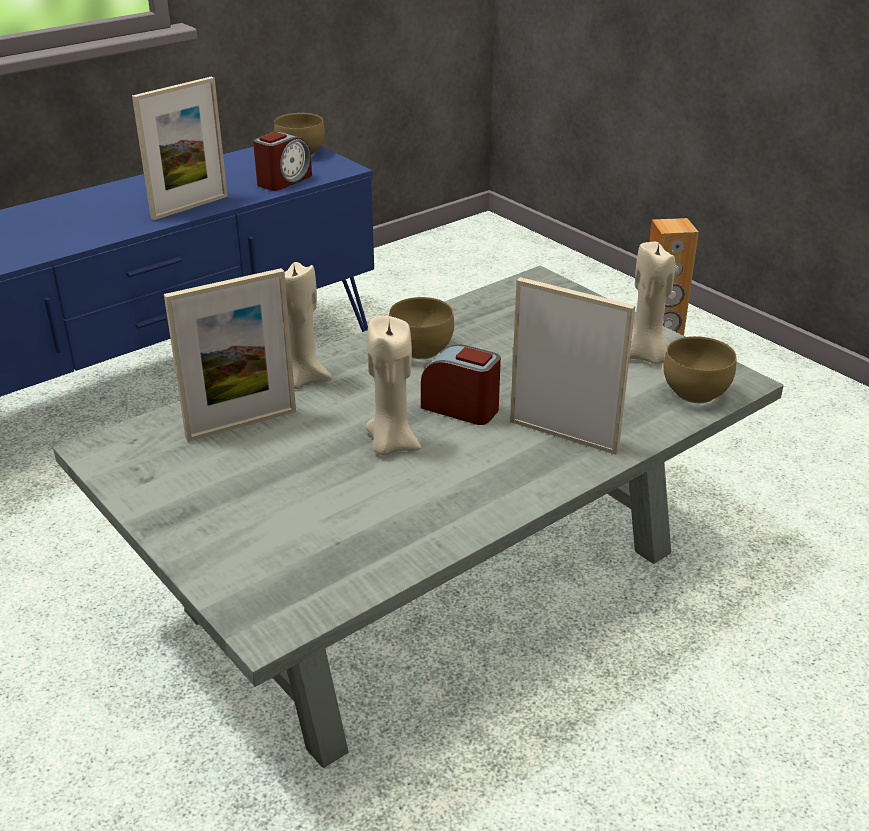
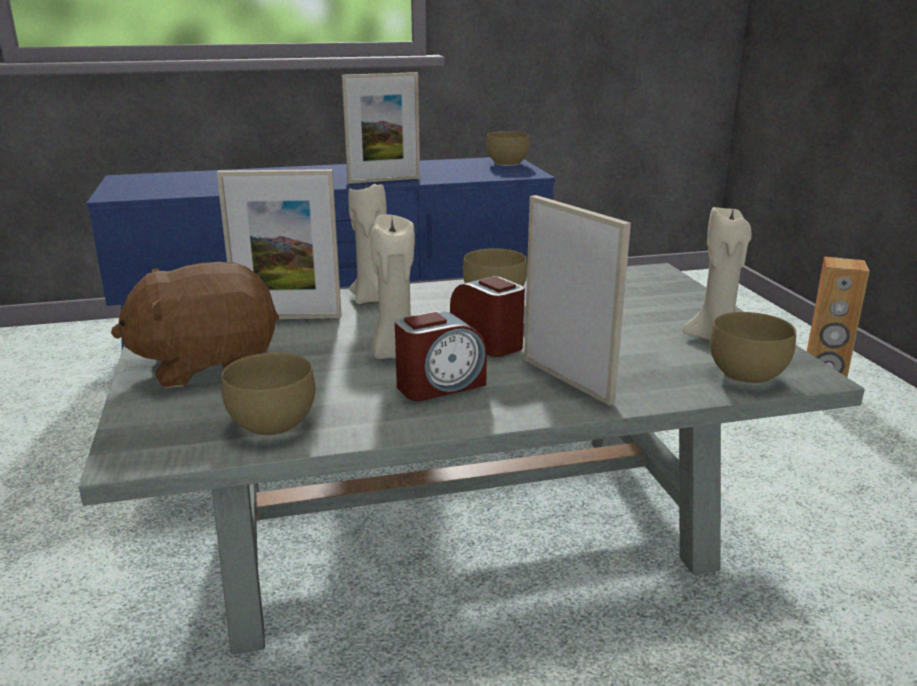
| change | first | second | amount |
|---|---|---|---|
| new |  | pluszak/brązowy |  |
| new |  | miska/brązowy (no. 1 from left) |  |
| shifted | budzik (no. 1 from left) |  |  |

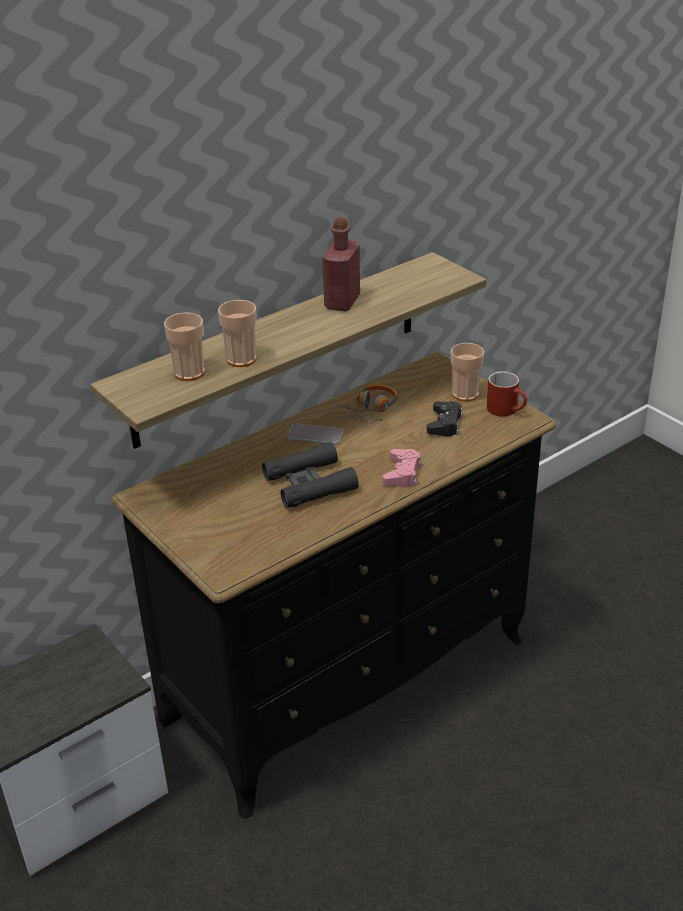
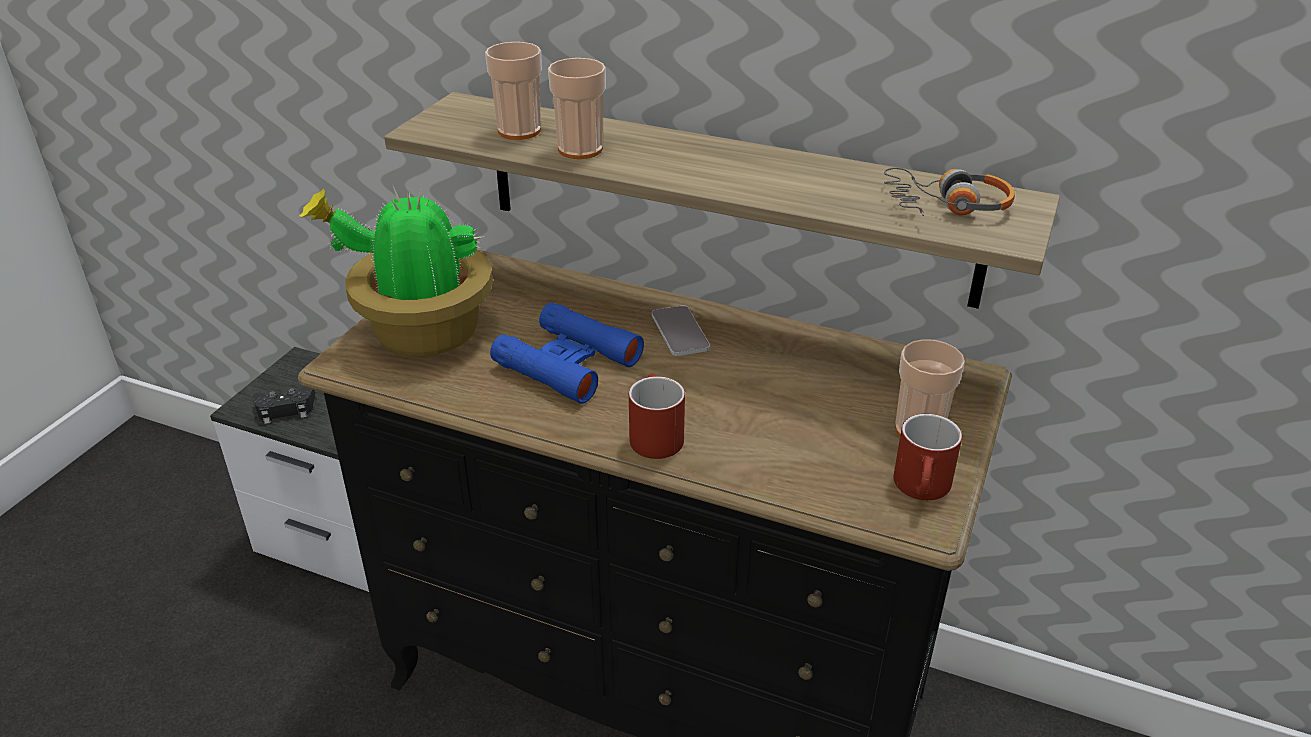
| change | first | second | amount |
|---|---|---|---|
| gone | butelka/czerwony |  |  |
| new |  | roślina doniczkowa |  |
| shifted | słuchawki |  |  |
| shifted | pad do gier/czarny |  |  |
| swapped | pad do gier/różowy | kubek/czerwony (no. 1 from left) |  |
| repainted | lornetka/czarny | lornetka/niebieski |  |

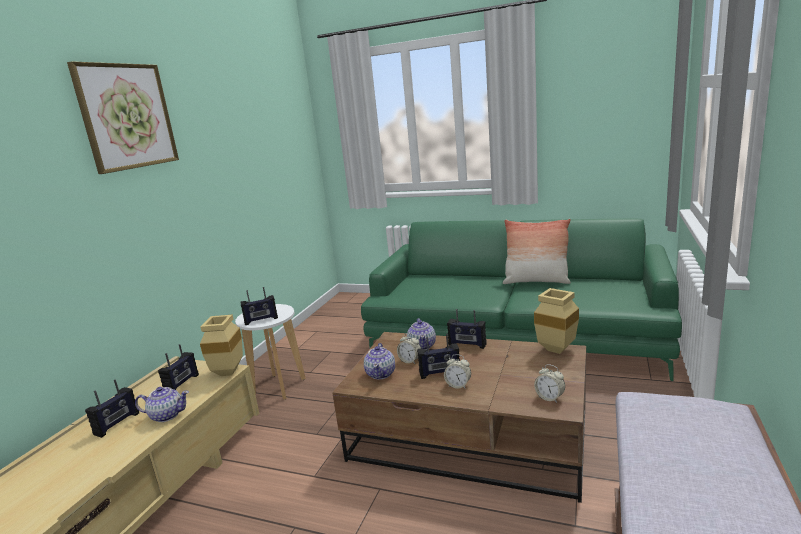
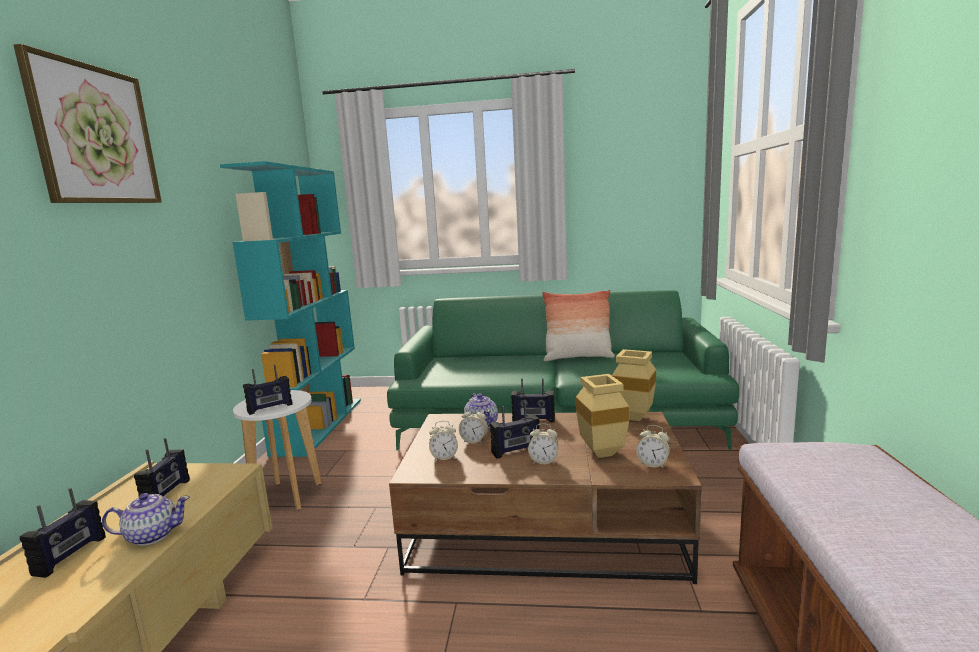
| change | first | second | amount |
|---|---|---|---|
| new |  | regał/turkusowy |  |
| shifted | wazon/beżowy (no. 1 from left) |  |  |
| swapped | imbryk (no. 2 from left) | budzik (no. 1 from left) |  |

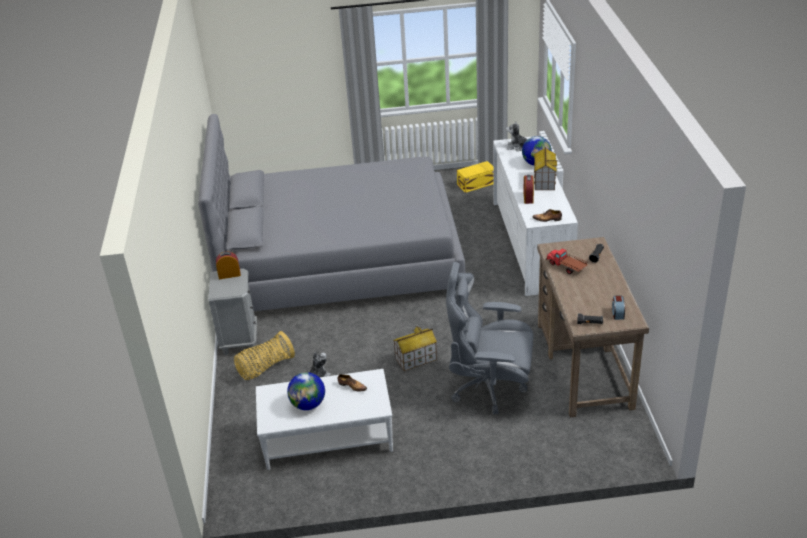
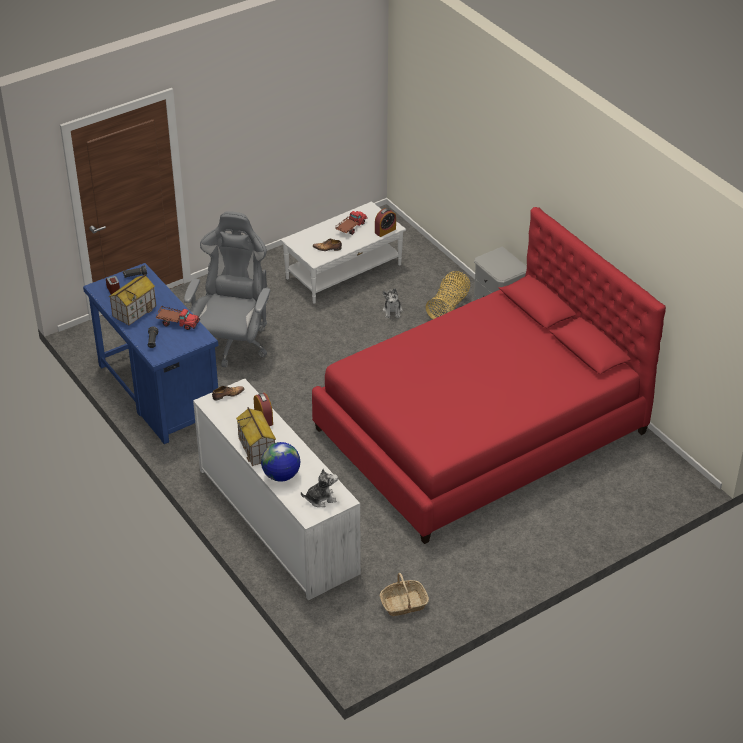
| change | first | second | amount |
|---|---|---|---|
| shifted | budzik (no. 1 from left in the first image) | budzik (no. 3 from left) |  |
| shifted | domek (no. 1 from left) |  |  |
| swapped | globus (no. 1 from left) | ciężarówka zabawkowa (no. 2 from left) |  |
| swapped | pojemnik do przechowywania/żółty | koszyk (no. 1 from left) |  |
| repainted | łóżko/szary | łóżko/czerwony |  |
| repainted | biurko/brązowy | biurko/niebieski |  |
| rotated | krzesło biurowe/szary |  | 60 degrees counterclockwise |

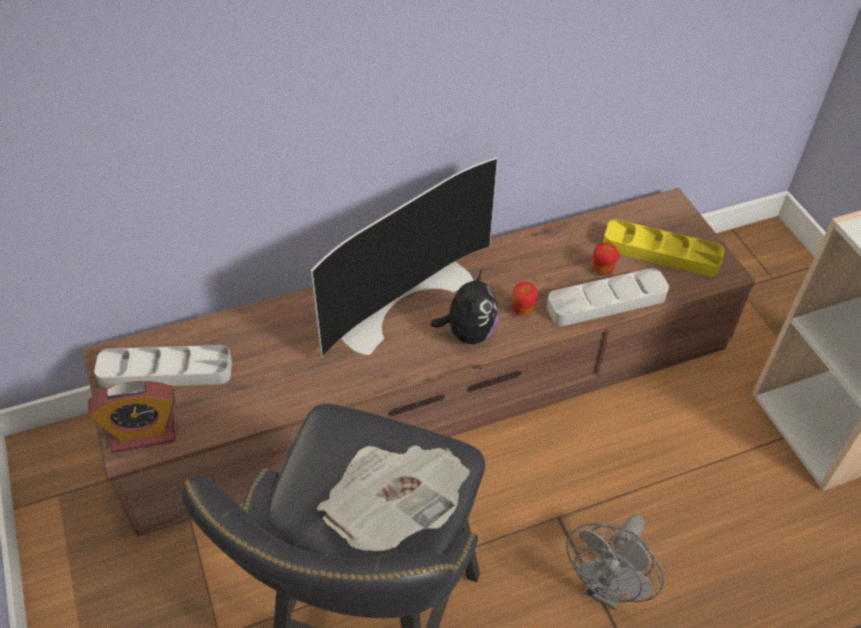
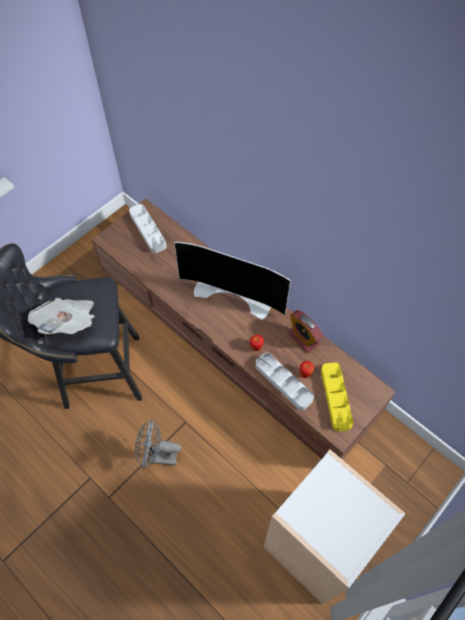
| change | first | second | amount |
|---|---|---|---|
| gone | pluszak |  |  |
| shifted | budzik |  |  |

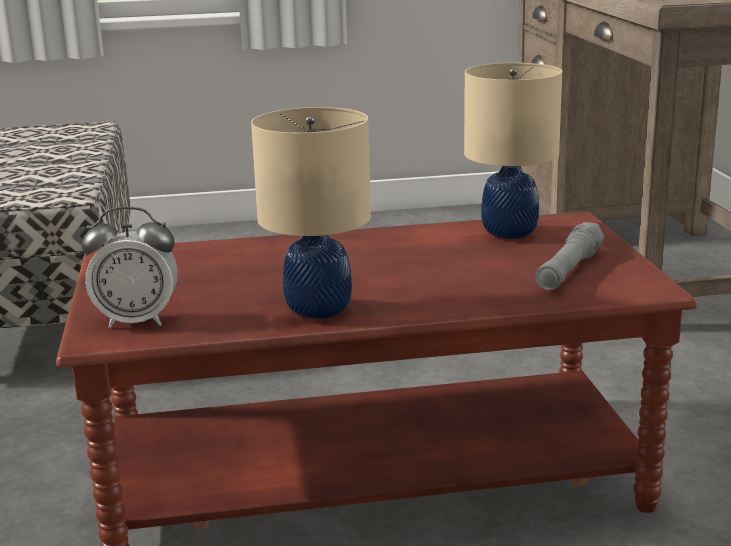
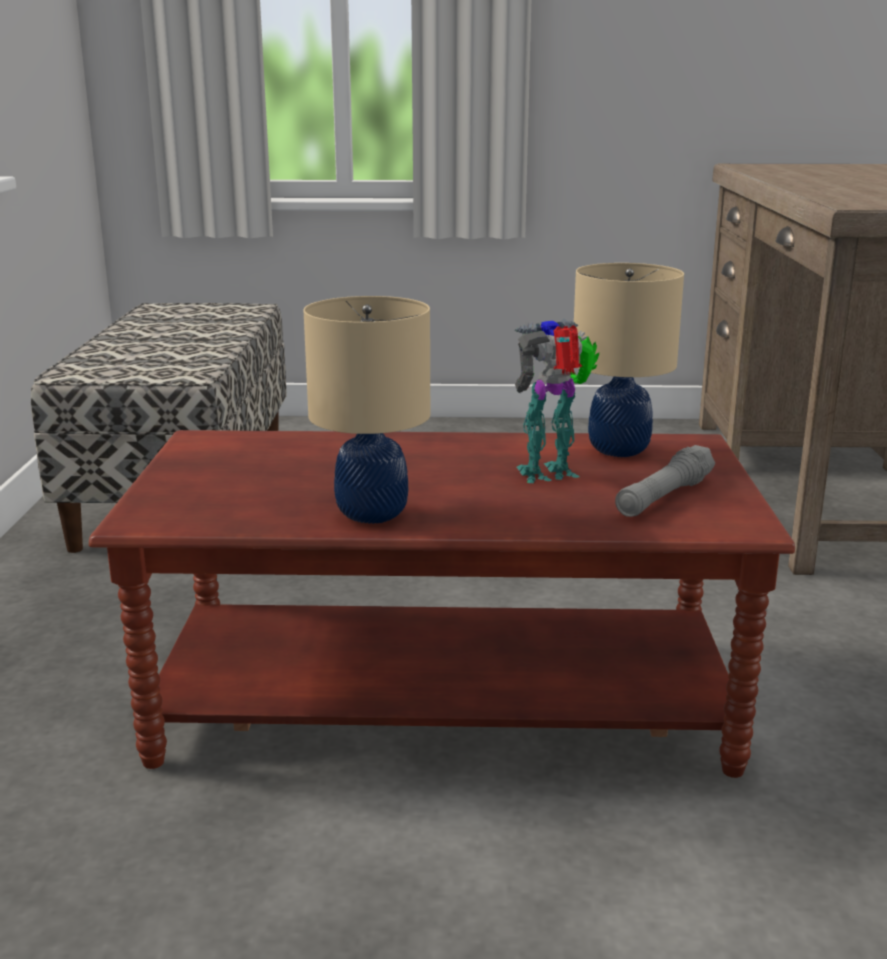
| change | first | second | amount |
|---|---|---|---|
| gone | budzik |  |  |
| new |  | robot zabawkowy |  |

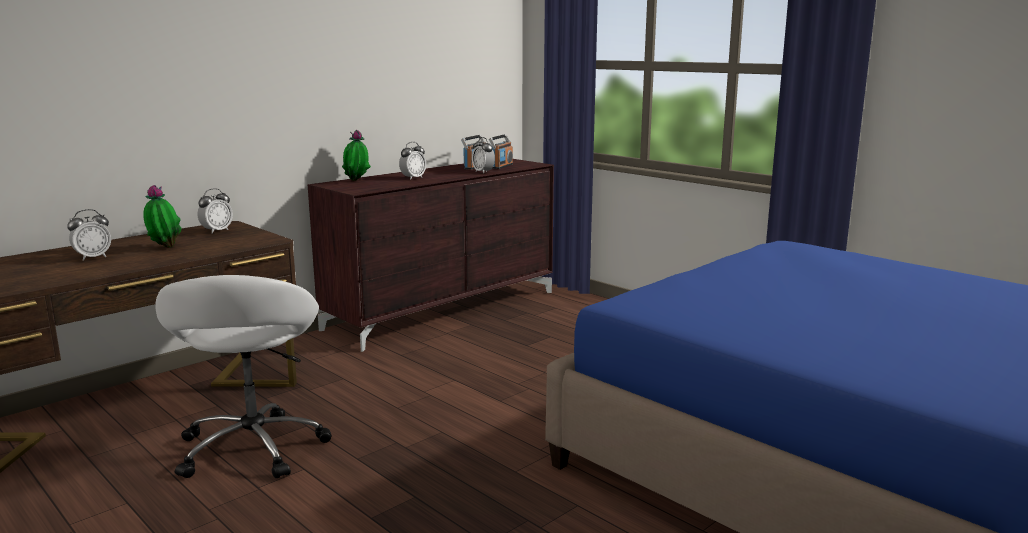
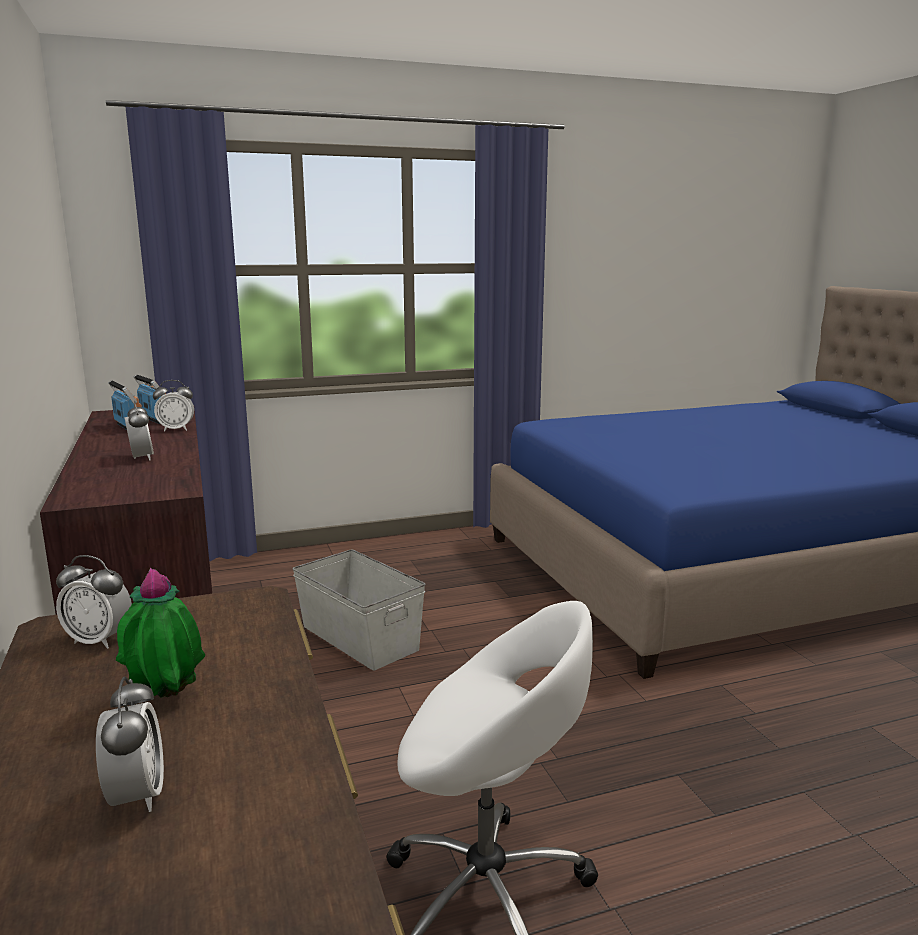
| change | first | second | amount |
|---|---|---|---|
| gone | roślina doniczkowa (no. 2 from left) |  |  |
| new |  | pojemnik do przechowywania/szary |  |
| rotated | budzik (no. 2 from left in the first image) | budzik (no. 1 from left) | 135 degrees clockwise |

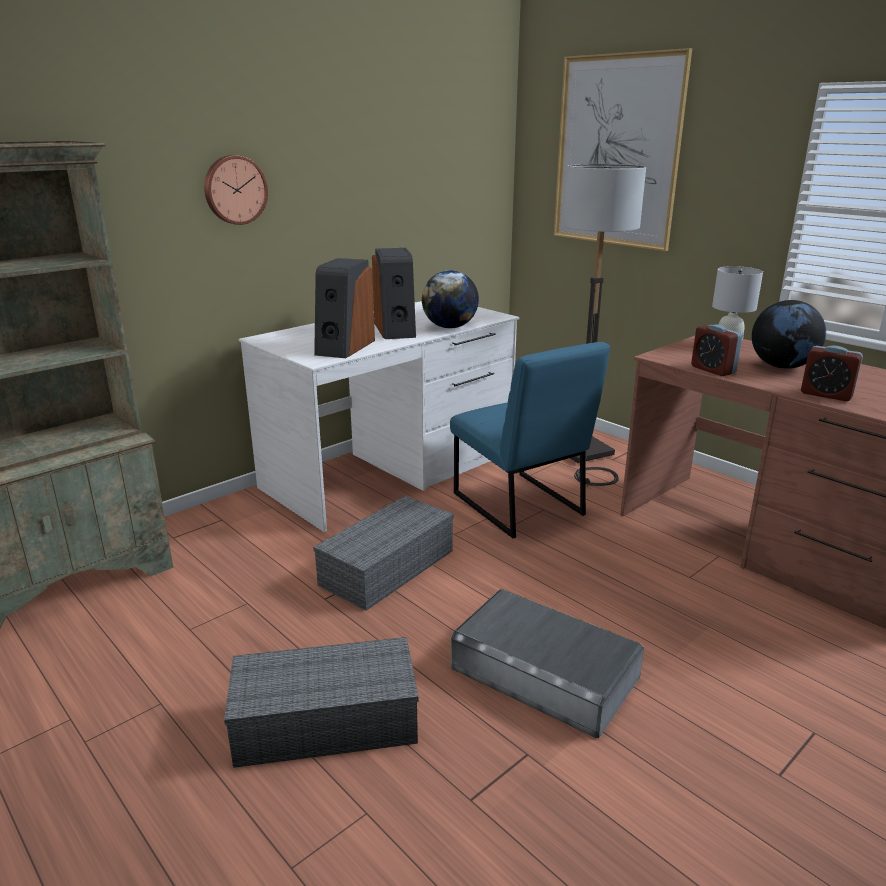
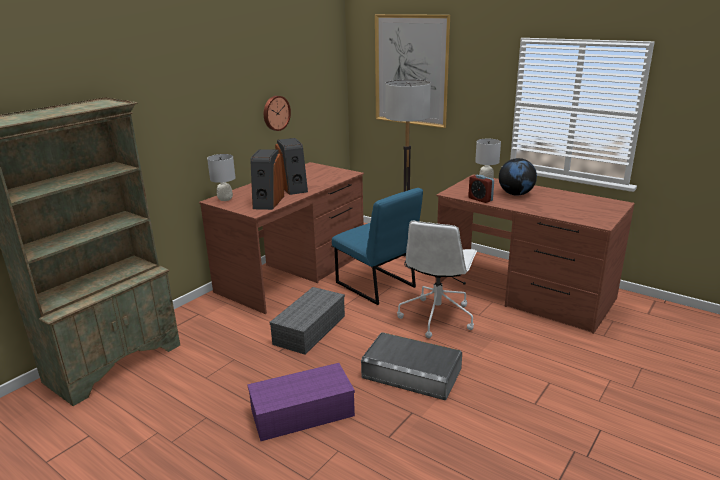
| change | first | second | amount |
|---|---|---|---|
| gone | globus (no. 1 from left) |  |  |
| gone | budzik (no. 2 from left) |  |  |
| new |  | lampa stołowa/szary (no. 1 from left) |  |
| new |  | krzesło biurowe/biały |  |
| shifted | zegar ścienny |  |  |
| repainted | pojemnik do przechowywania/szary (no. 1 from left) | pojemnik do przechowywania/fioletowy |  |
| repainted | biurko/biały | biurko/brązowy (no. 1 from left) |  |

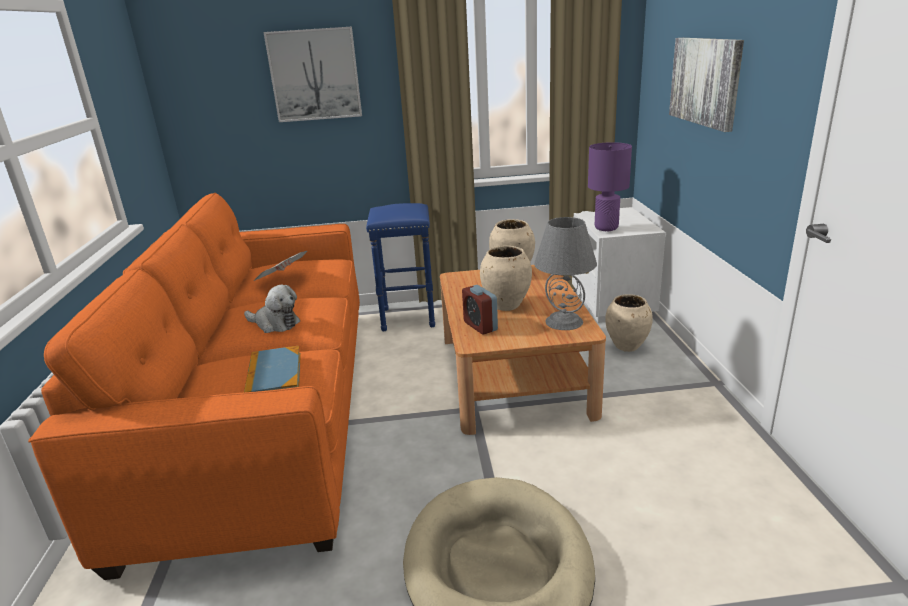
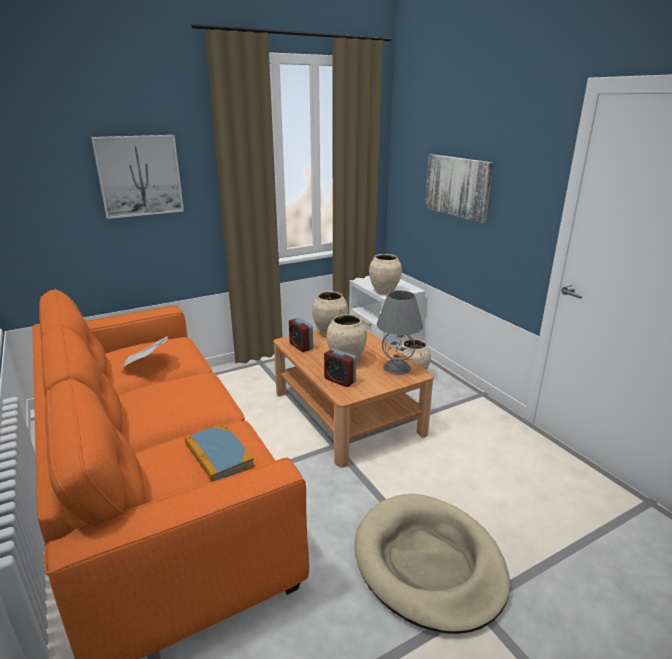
| change | first | second | amount |
|---|---|---|---|
| gone | pluszak |  |  |
| gone | stołek/niebieski |  |  |
| new |  | budzik (no. 1 from left) |  |
| swapped | lampa stołowa/fioletowy | wazon/beżowy (no. 3 from left) |  |

